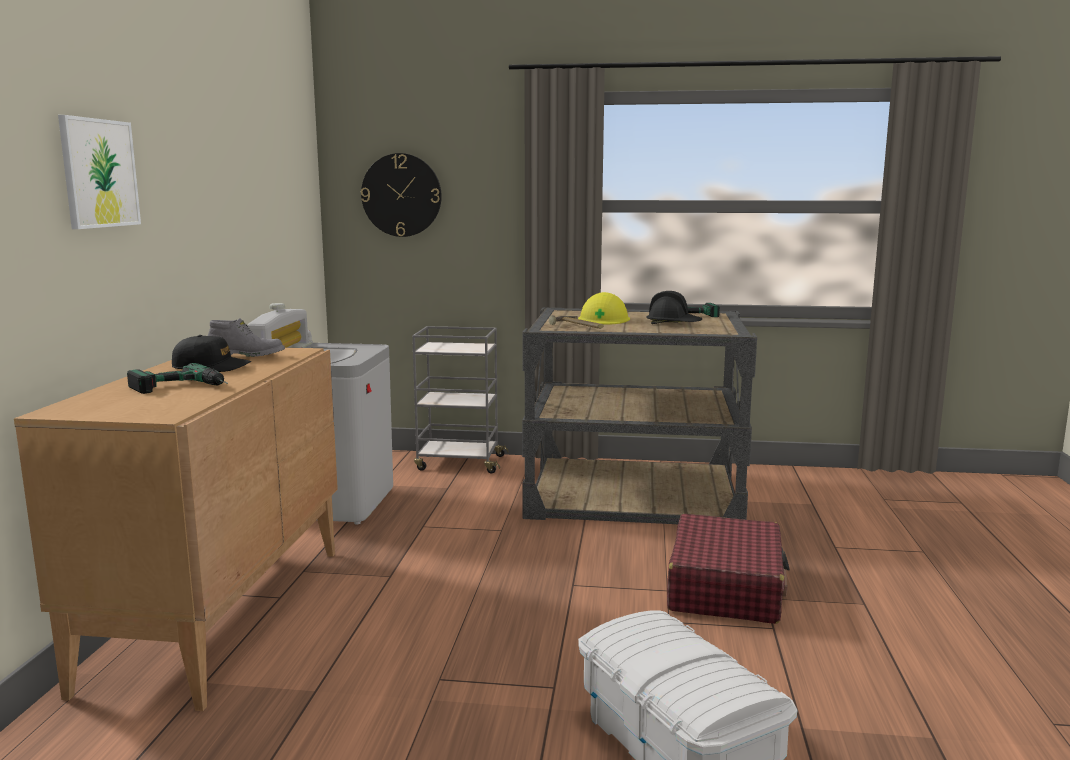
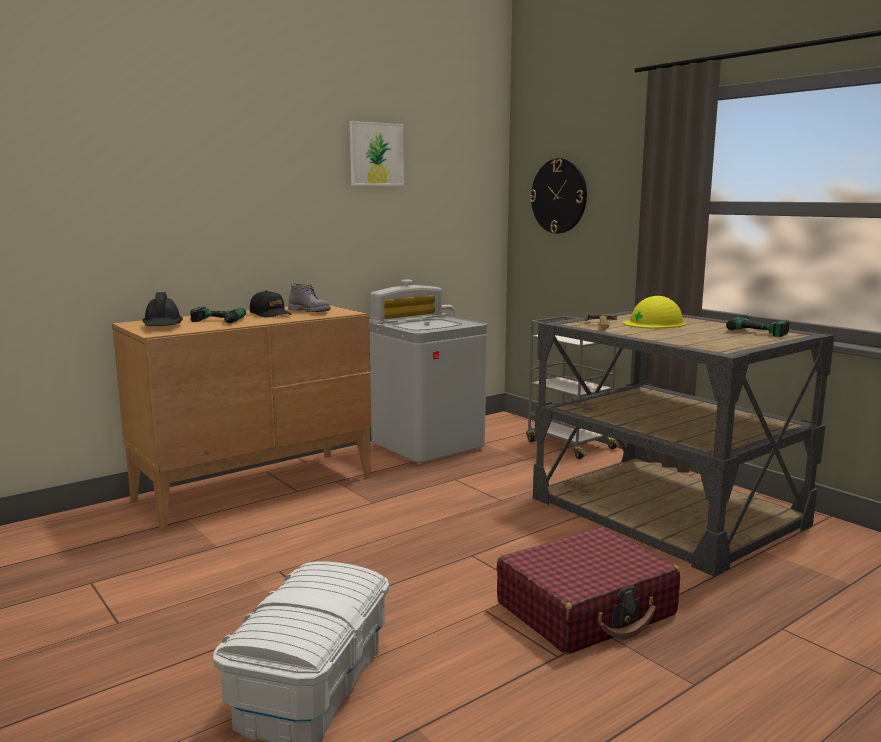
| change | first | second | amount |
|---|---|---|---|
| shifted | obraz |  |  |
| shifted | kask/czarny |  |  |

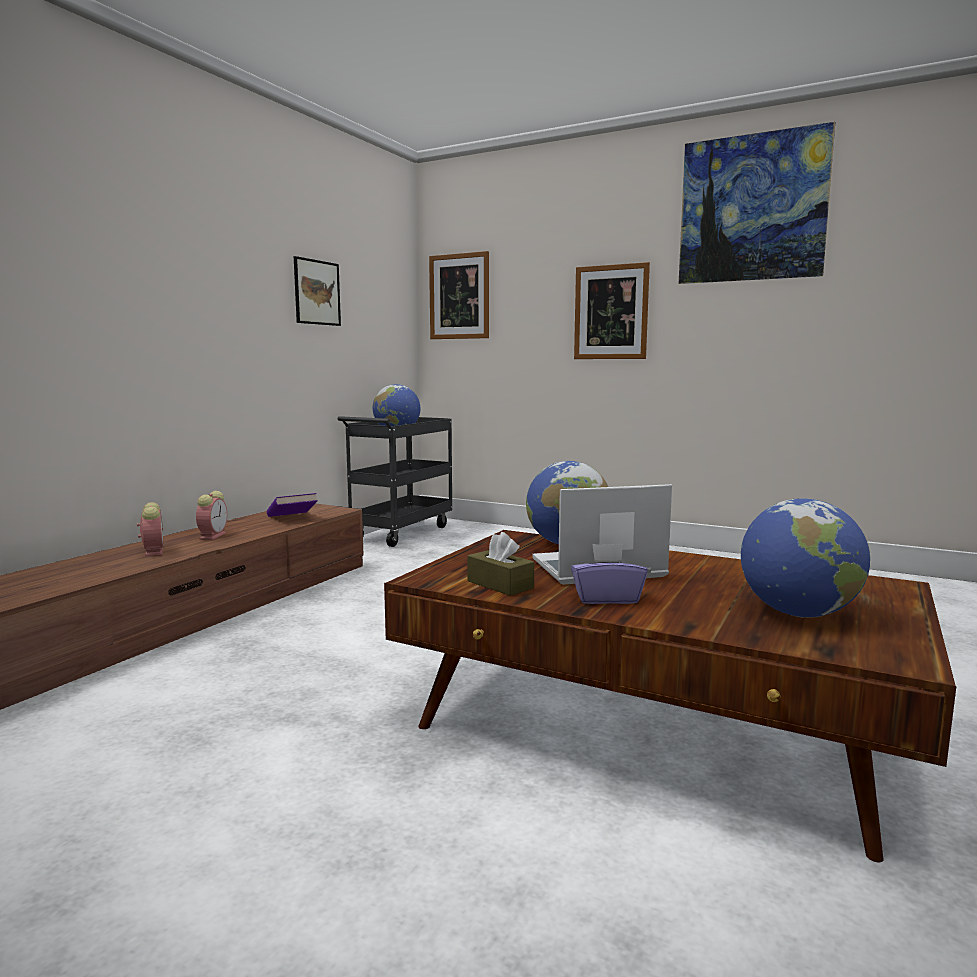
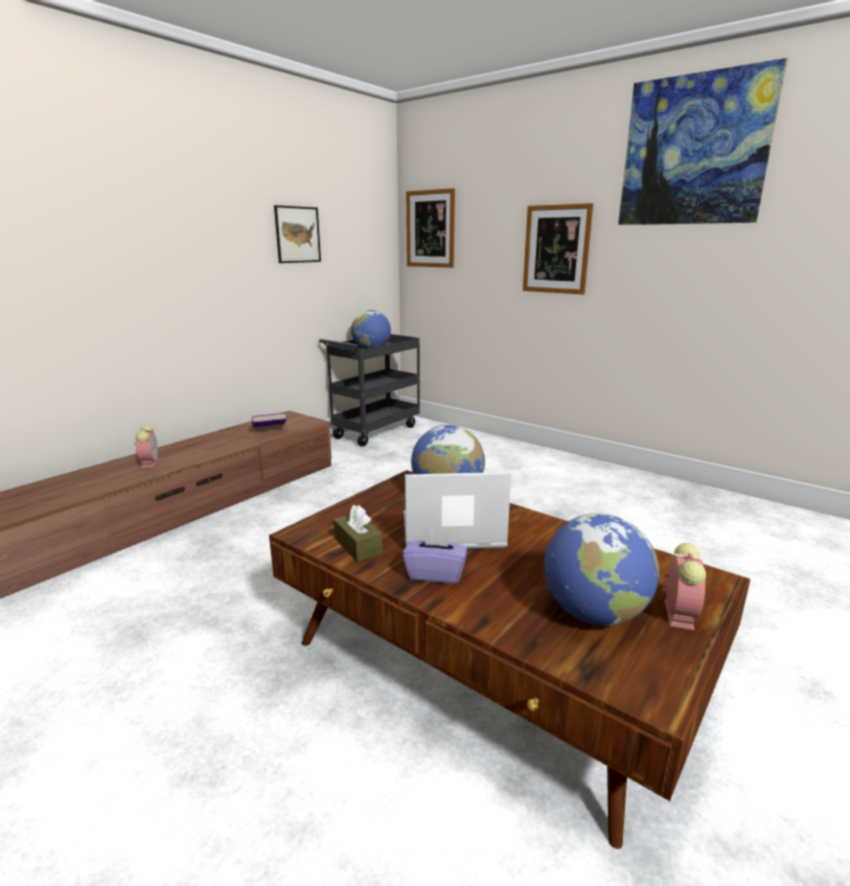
| change | first | second | amount |
|---|---|---|---|
| shifted | budzik (no. 2 from left) |  |  |

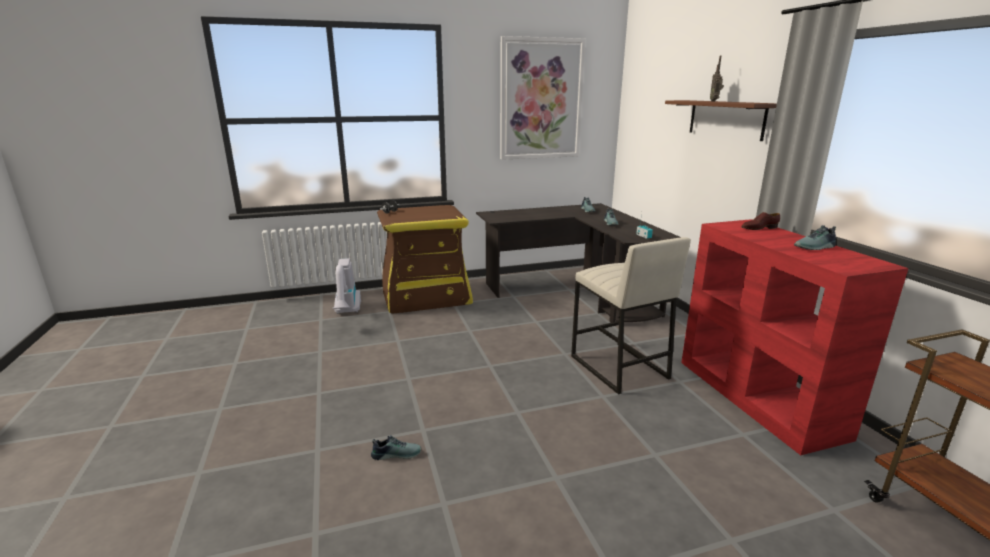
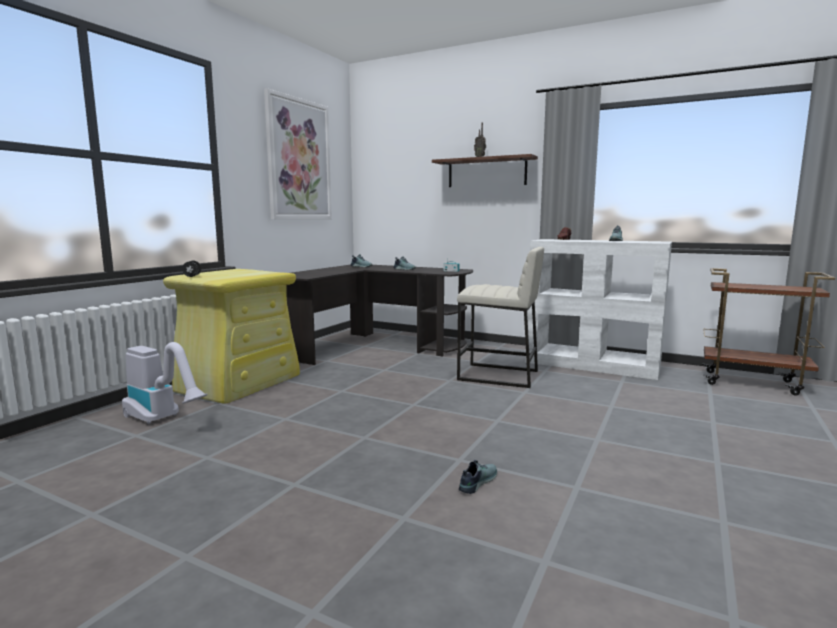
| change | first | second | amount |
|---|---|---|---|
| repainted | szafka nocna/brązowy | szafka nocna/żółty |  |
| repainted | regał/czerwony | regał/biały |  |

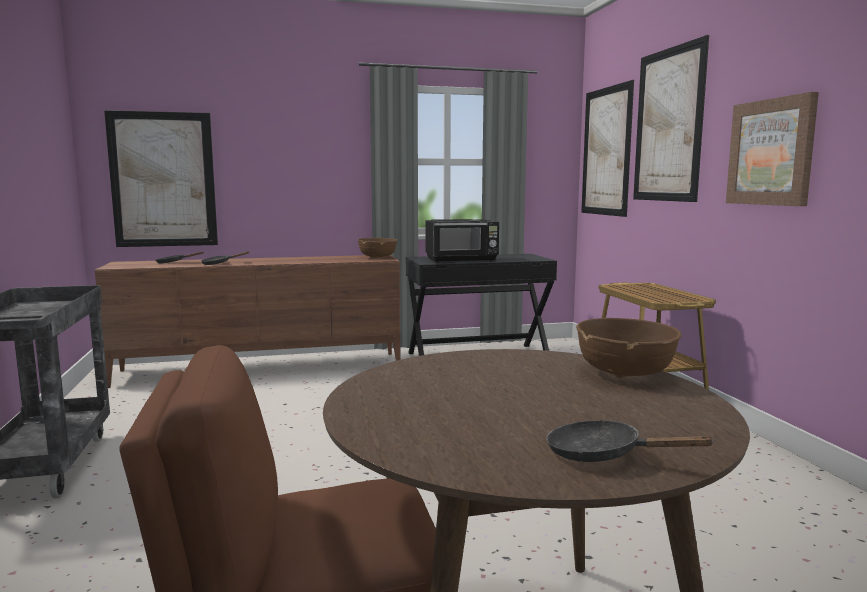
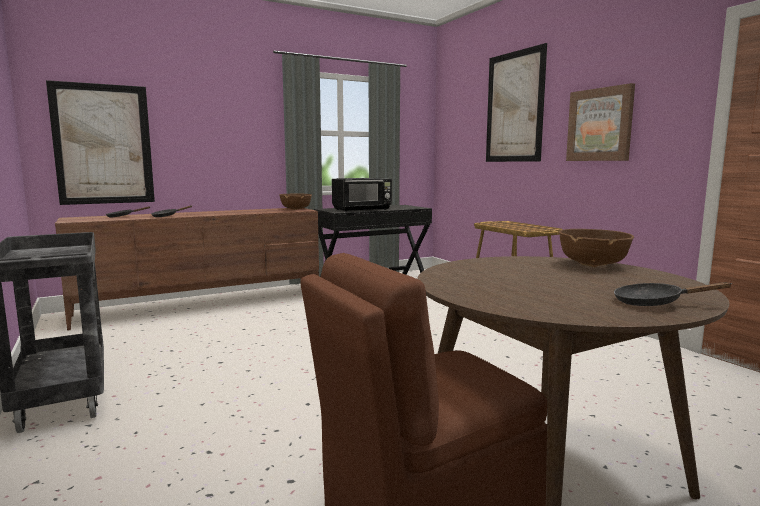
| change | first | second | amount |
|---|---|---|---|
| gone | obraz (no. 2 from left) |  |  |

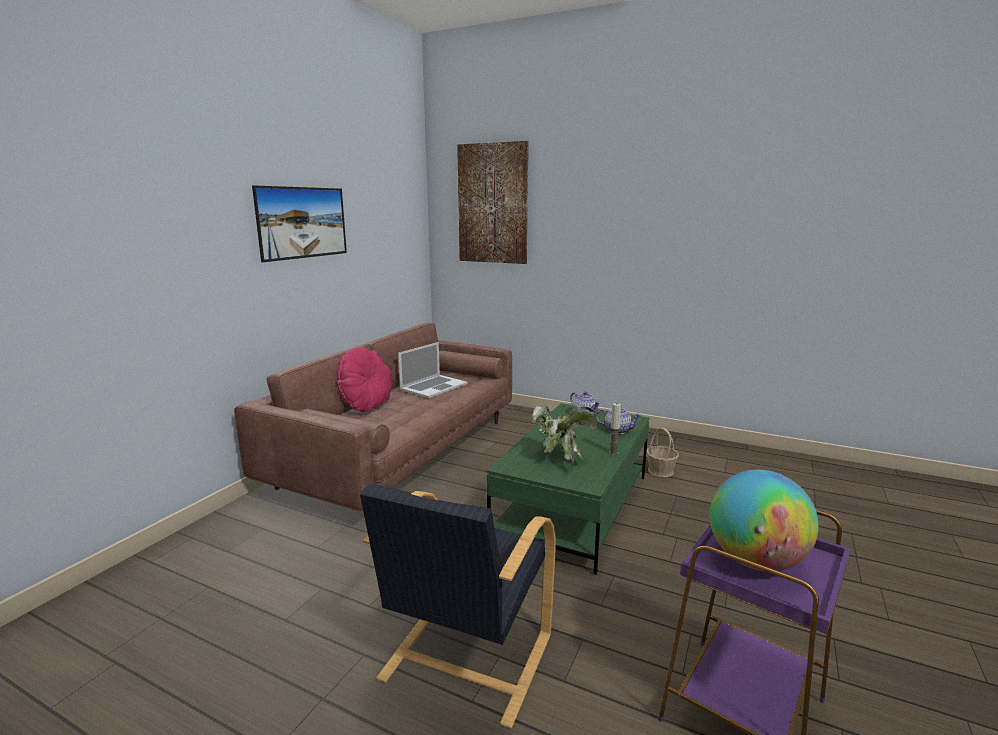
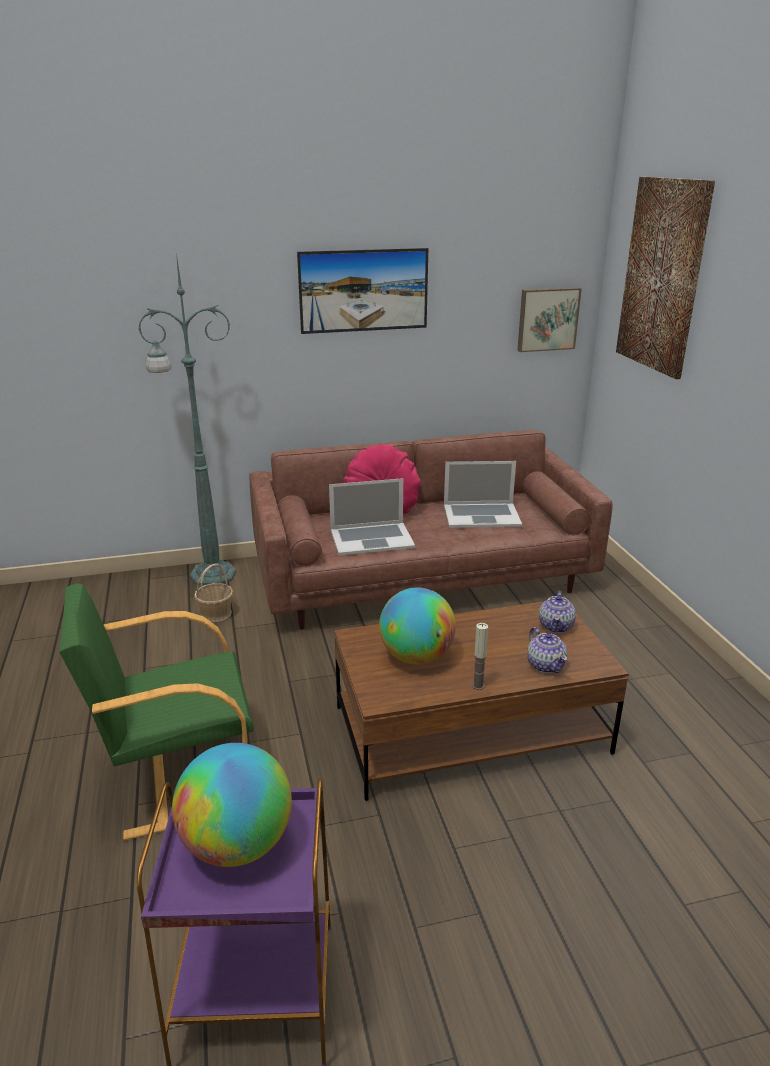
| change | first | second | amount |
|---|---|---|---|
| new |  | lampa stojąca/zielony |  |
| new |  | laptop (no. 1 from left) |  |
| new |  | obraz (no. 2 from left) |  |
| shifted | koszyk |  |  |
| swapped | roślina doniczkowa | globus (no. 2 from left) |  |
| repainted | fotel/czarny | fotel/zielony |  |
| repainted | ława/zielony | ława/brązowy |  |

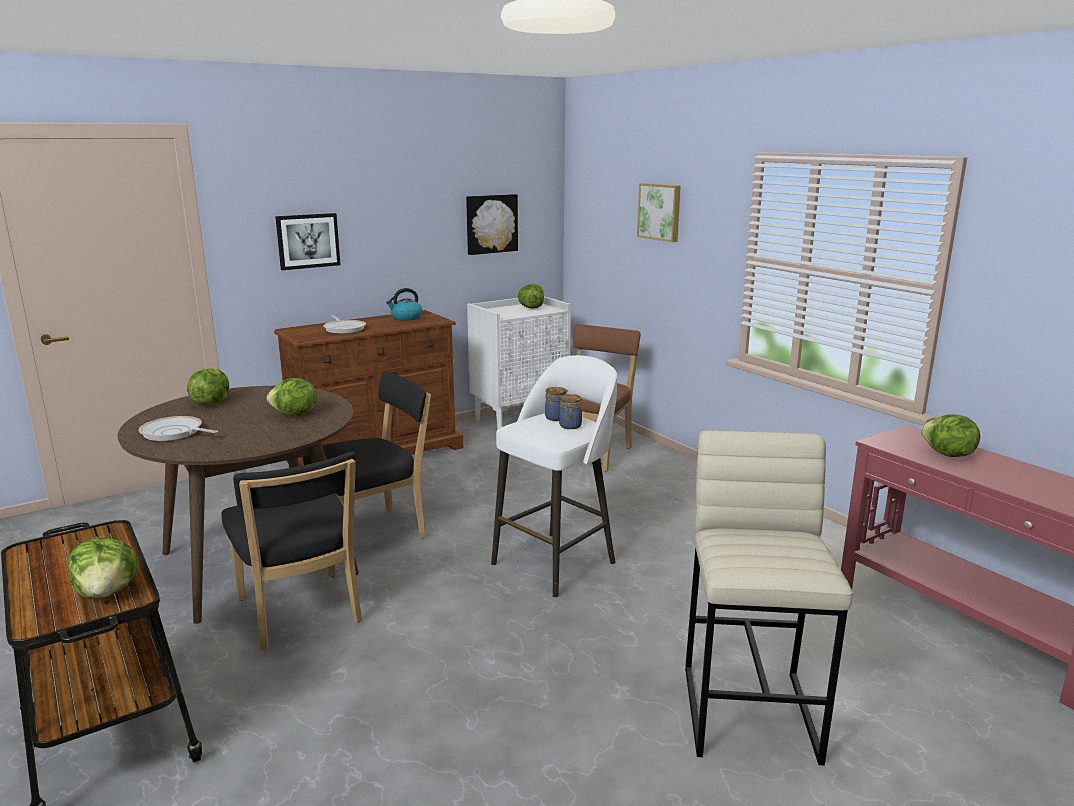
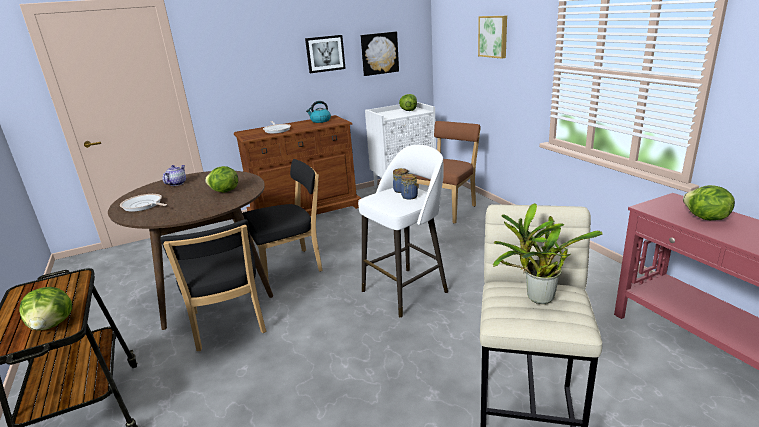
| change | first | second | amount |
|---|---|---|---|
| new |  | roślina doniczkowa |  |
| shifted | obraz (no. 1 from left) |  |  |
| swapped | sałata (no. 2 from left) | imbryk |  |

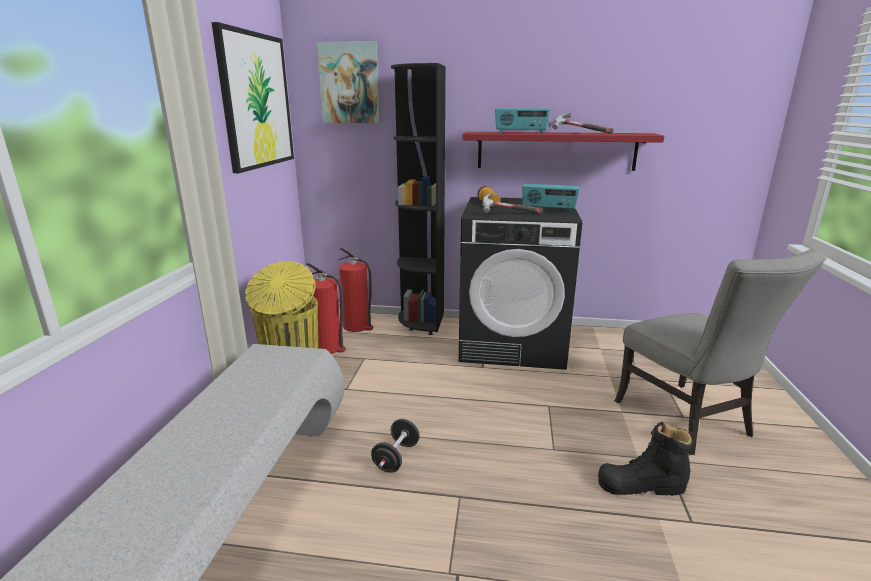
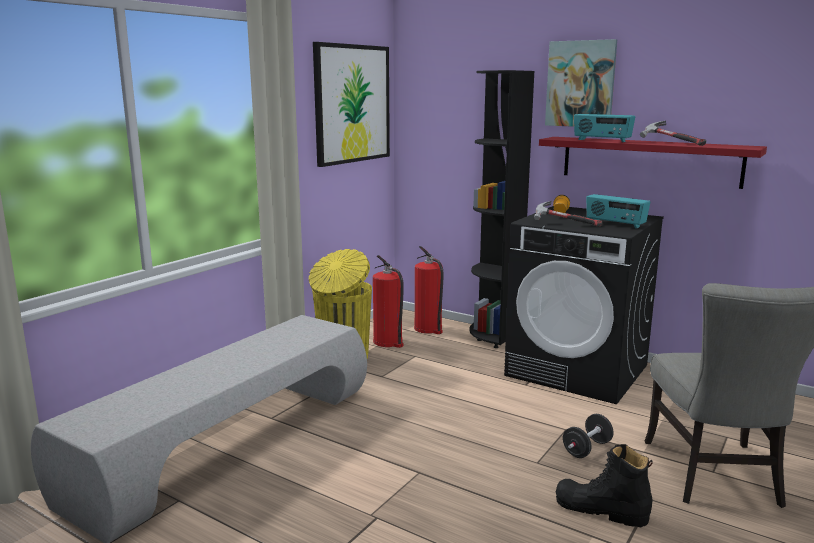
| change | first | second | amount |
|---|---|---|---|
| shifted | obraz (no. 2 from left) |  |  |
| shifted | hantel/czarny |  |  |

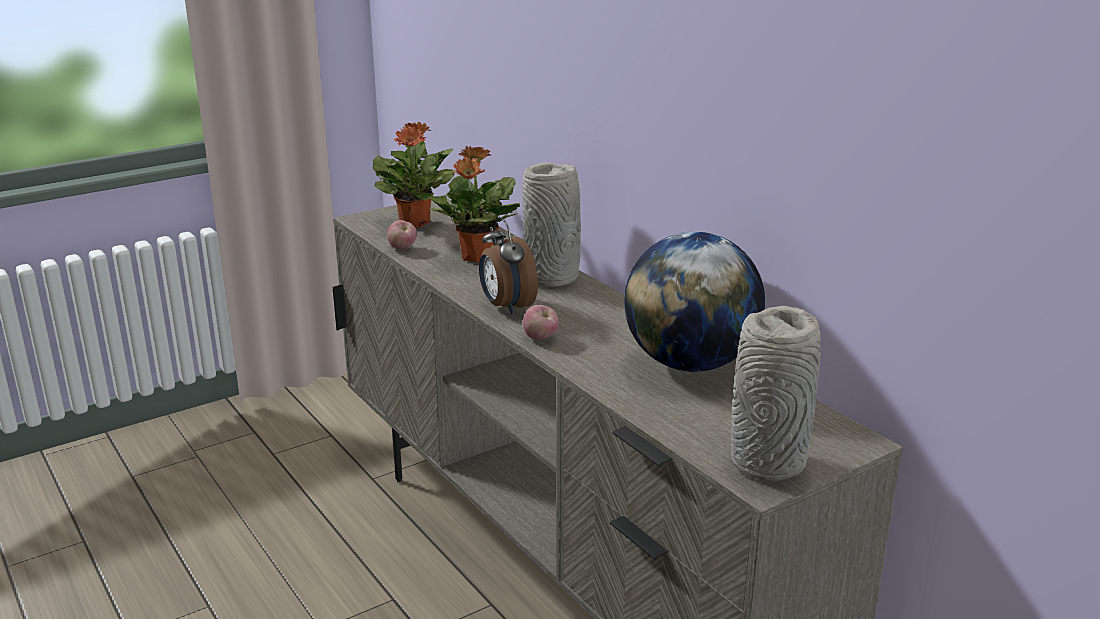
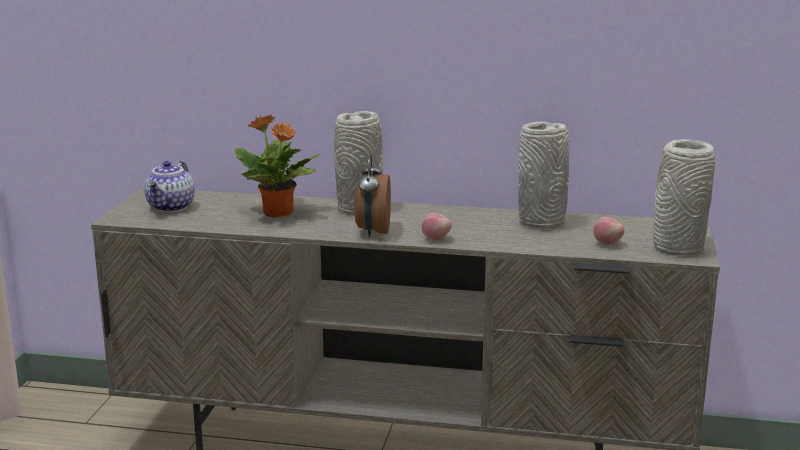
| change | first | second | amount |
|---|---|---|---|
| shifted | jabłko (no. 1 from left in the first image) | jabłko (no. 2 from left) |  |
| swapped | roślina doniczkowa (no. 1 from left) | imbryk |  |
| swapped | globus | wazon/szary (no. 2 from left) |  |
| rotated | budzik |  | 75 degrees clockwise |

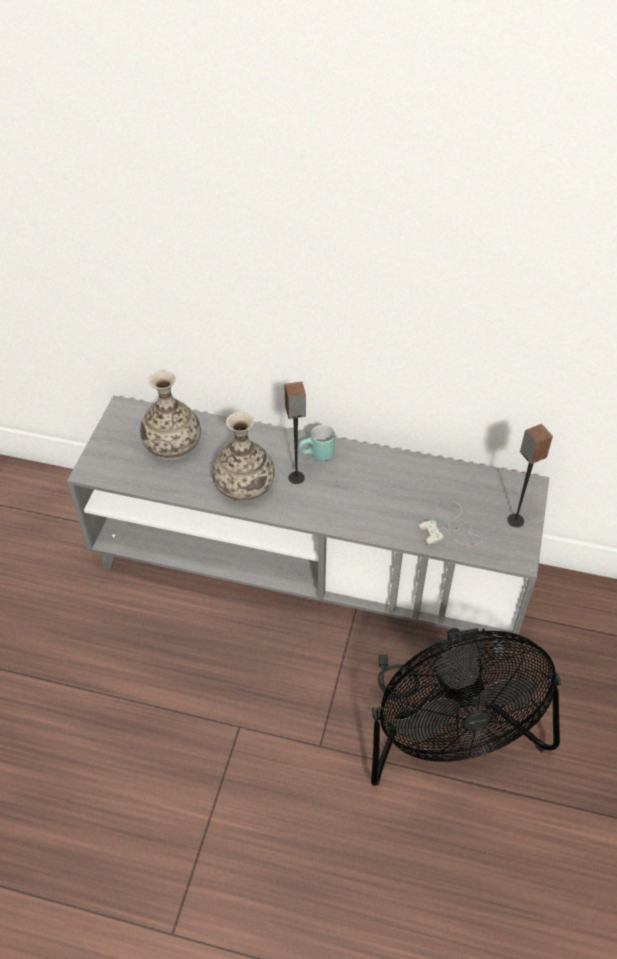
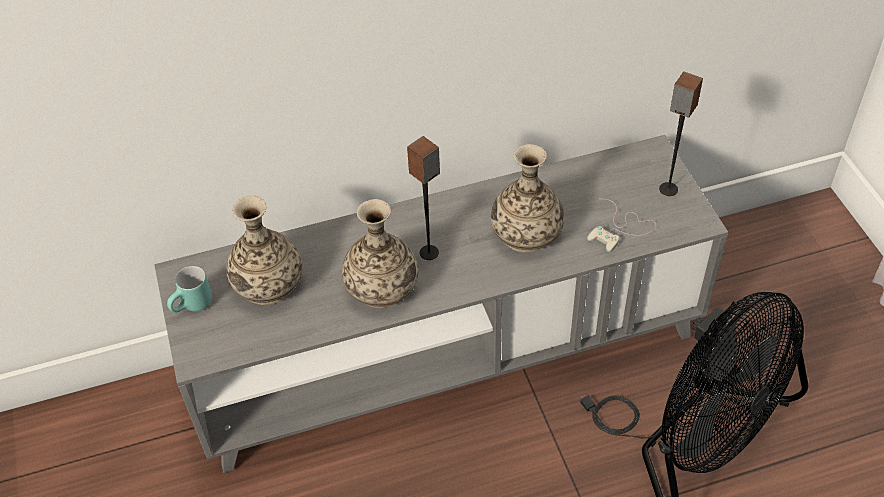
| change | first | second | amount |
|---|---|---|---|
| new |  | wazon (no. 3 from left) |  |
| shifted | kubek/turkusowy |  |  |

